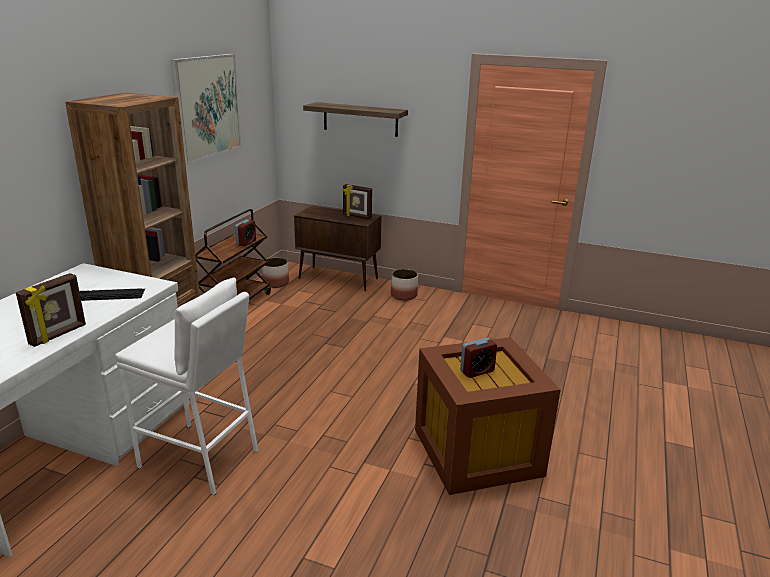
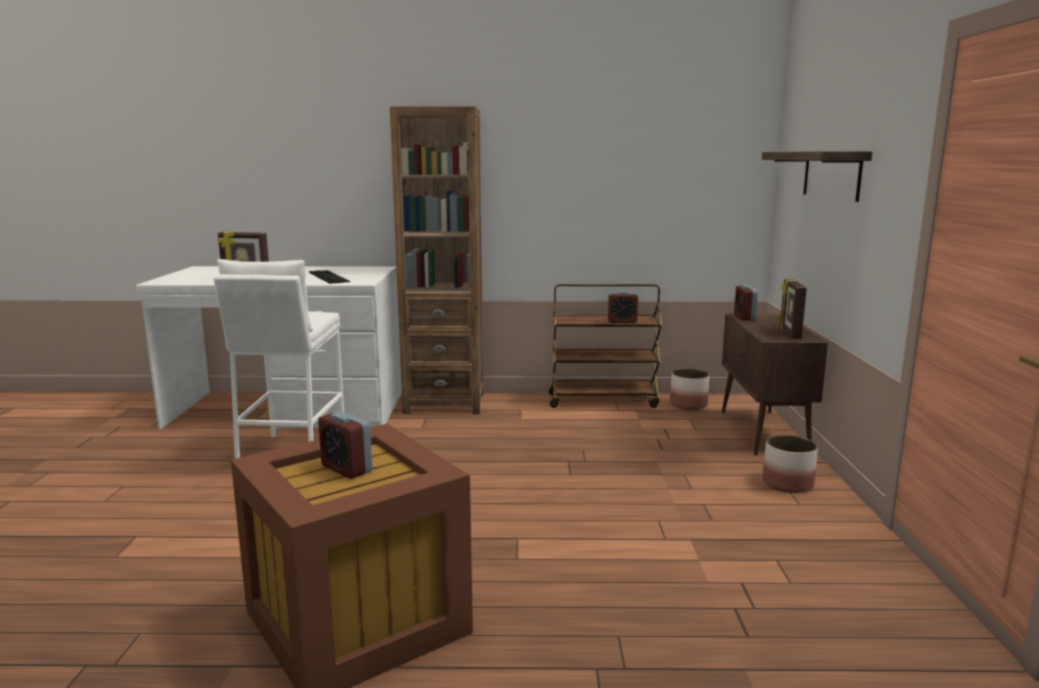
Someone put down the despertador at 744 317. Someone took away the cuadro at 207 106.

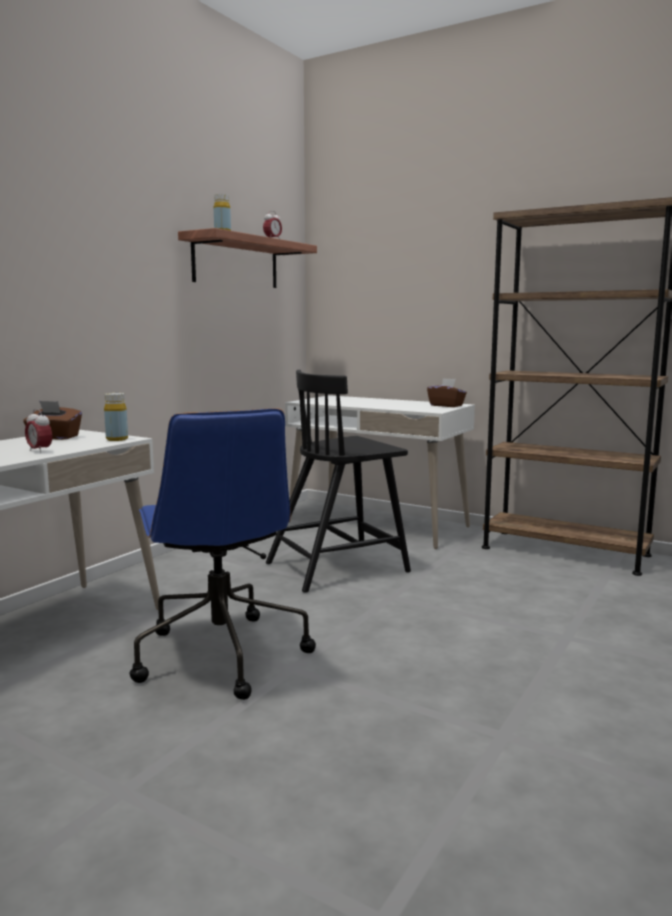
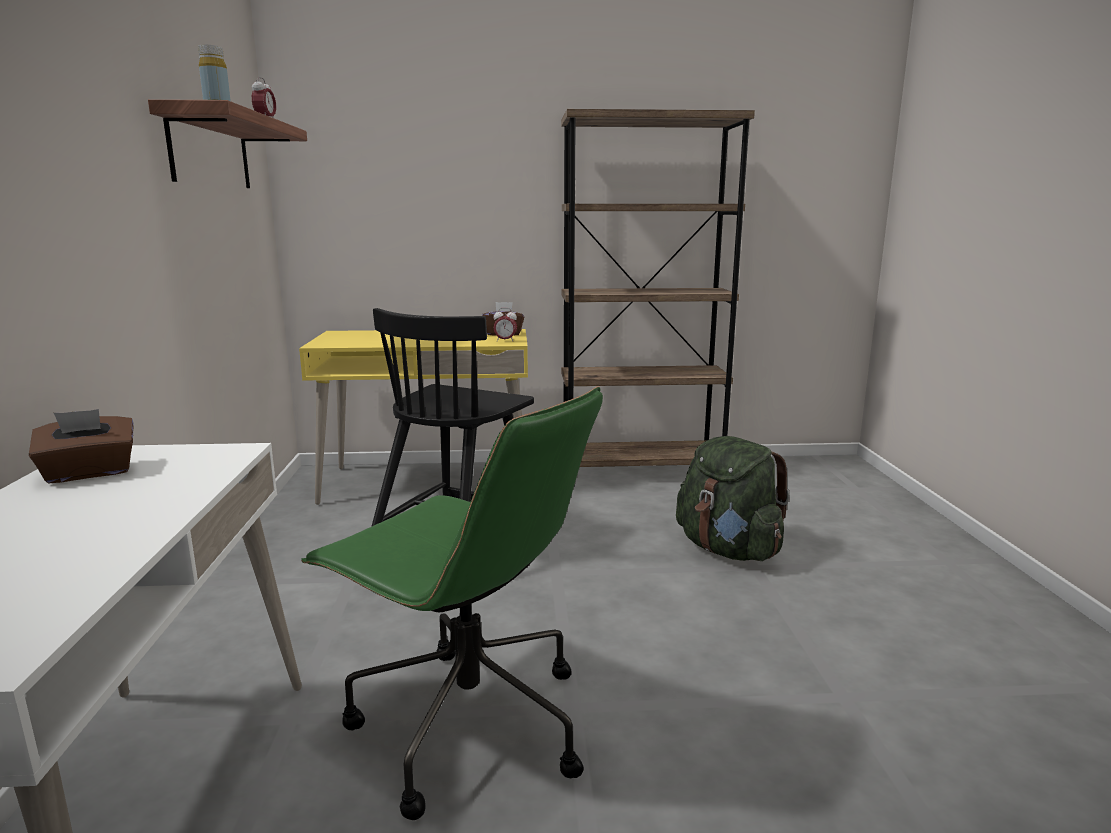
Someone repainted the escritorio/blanco at 377 524, which became the escritorio/amarillo at 428 483. Someone repainted the silla de oficina/azul at 220 654, which became the silla de oficina/verde at 466 724. Someone carried the despertador from 39 451 to 505 341. Someone put down the mochila/verde at 728 549. Someone took away the botella/amarillo at 117 439.

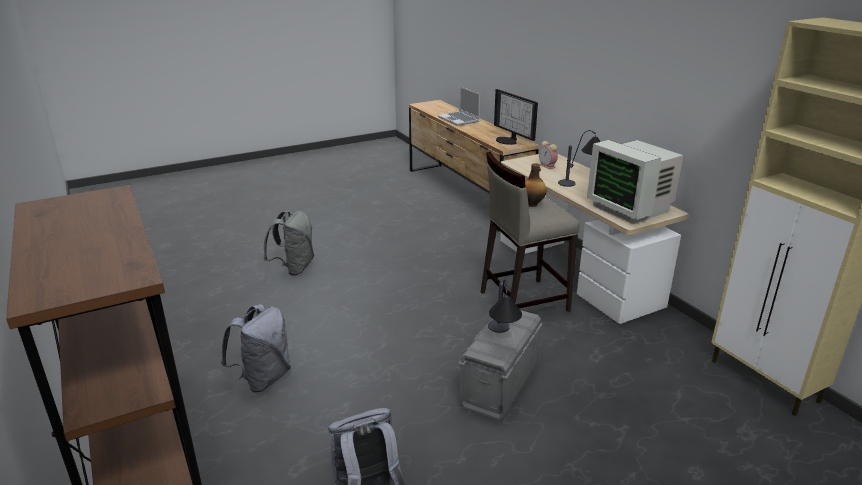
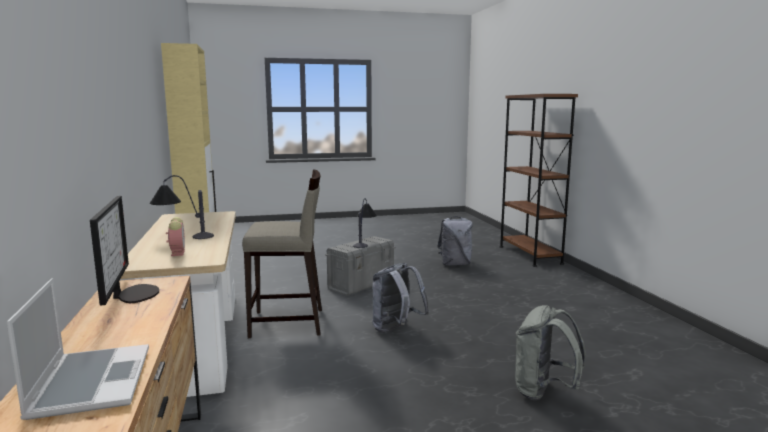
Someone carried the mochila/gris from 263 378 to 396 329. Someone took away the botella at 532 204. Someone took away the monitor at 630 208.

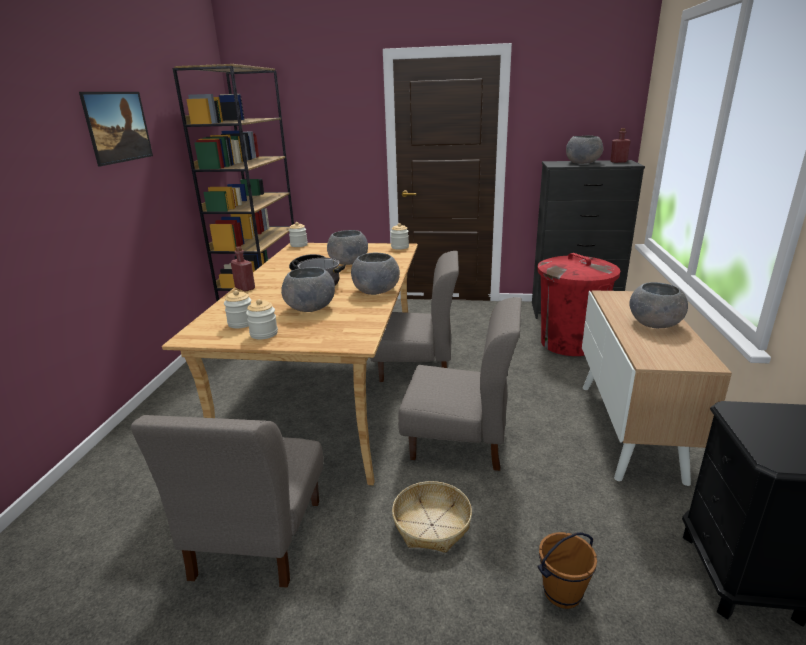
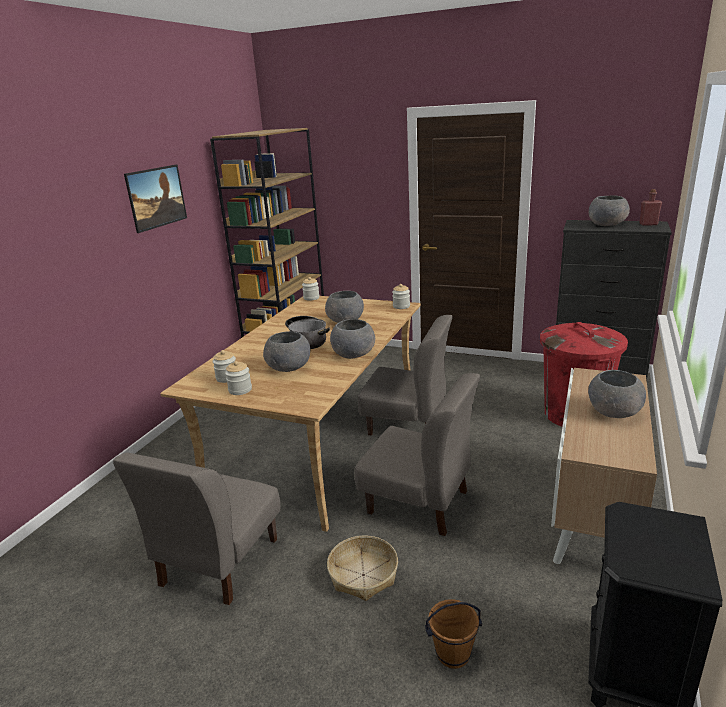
Someone took away the botella/rojo at 245 288.

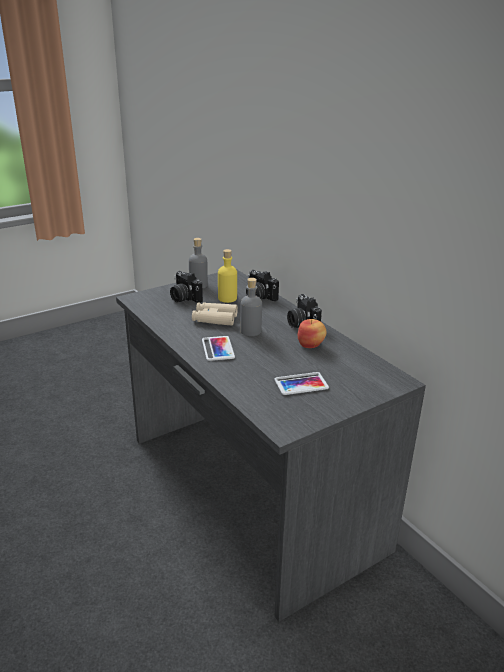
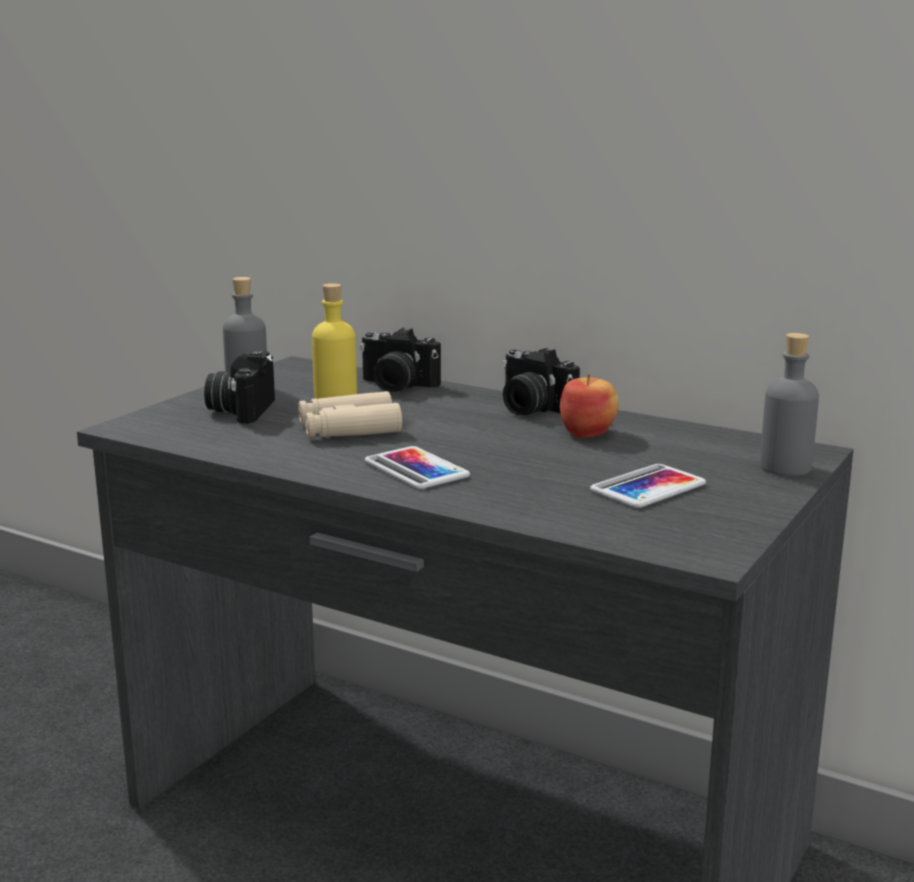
Someone rotated the cámara at 184 298 by 75 degrees clockwise. Someone carried the botella/gris from 250 331 to 785 467.

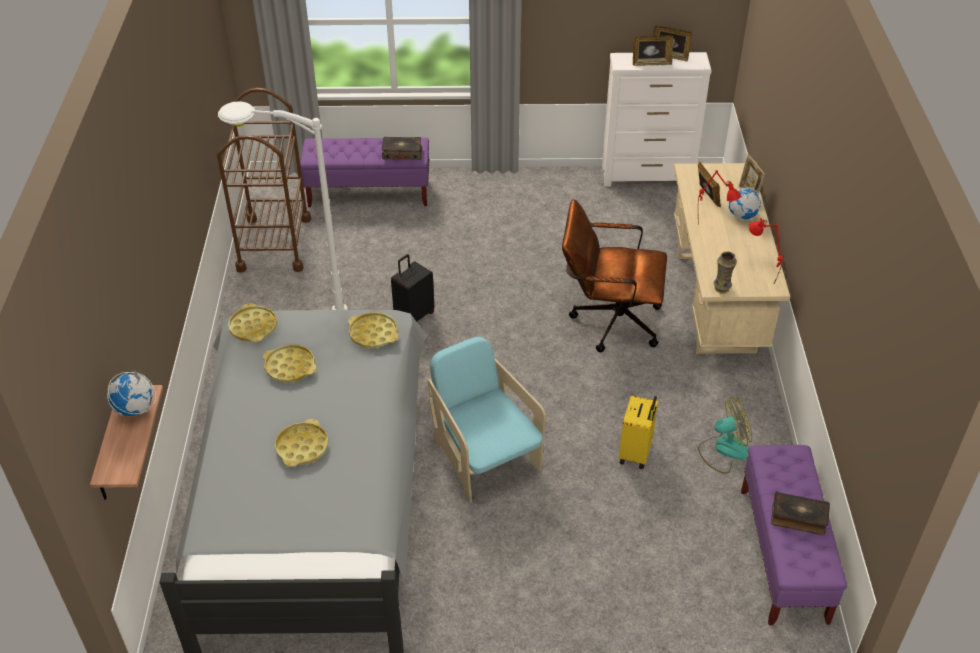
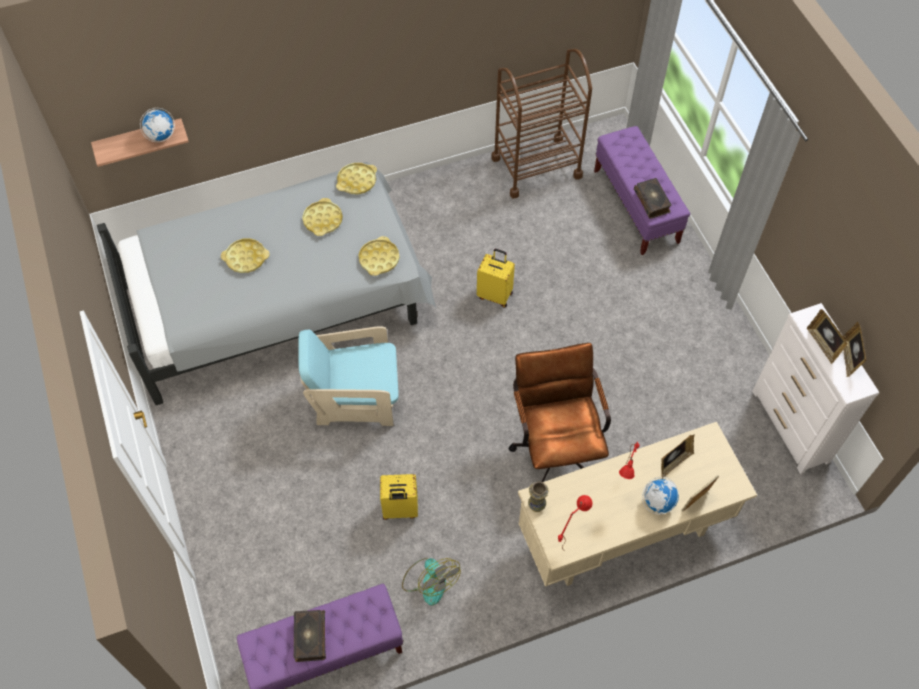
Someone rotated the sillón/turquesa at 484 457 by 135 degrees counterclockwise. Someone repainted the maleta/negro at 414 315, which became the maleta/amarillo at 495 295. Someone took away the lámpara de pie/blanco at 291 308.

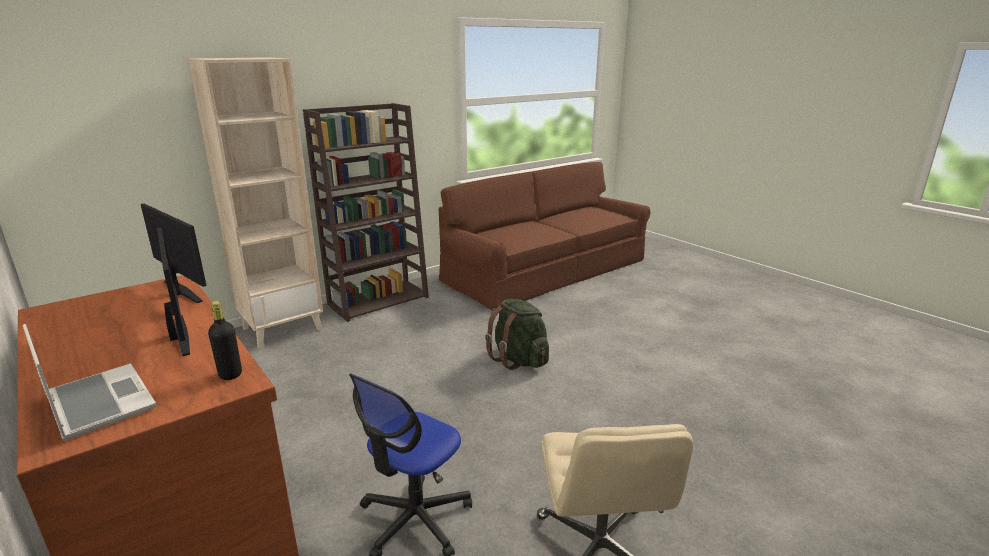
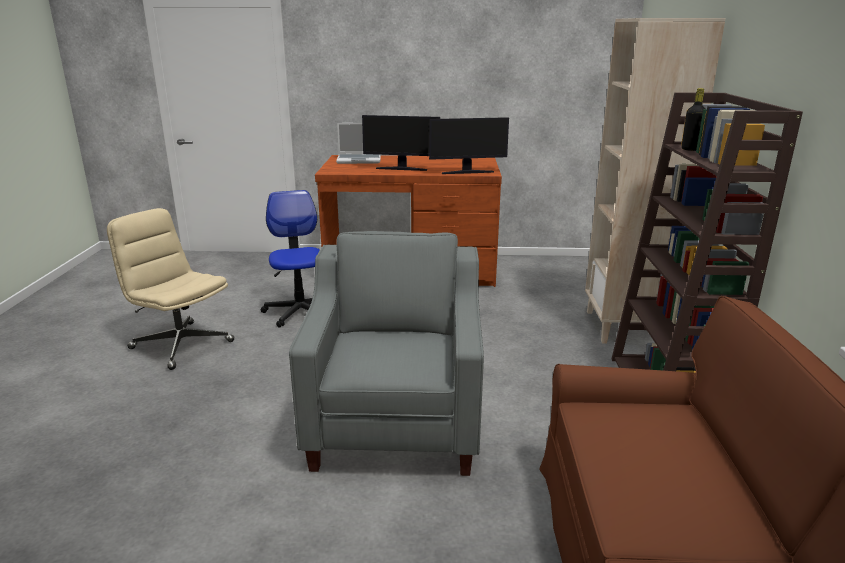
Someone swapped the mochila/verde at 518 360 for the sillón/gris at 396 421. Someone carried the botella/negro from 230 374 to 690 149.

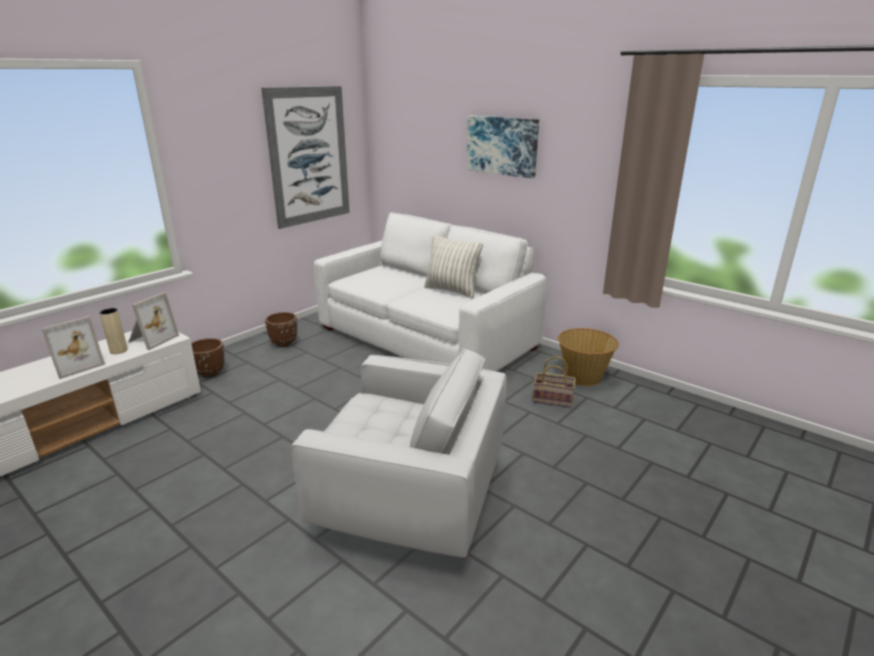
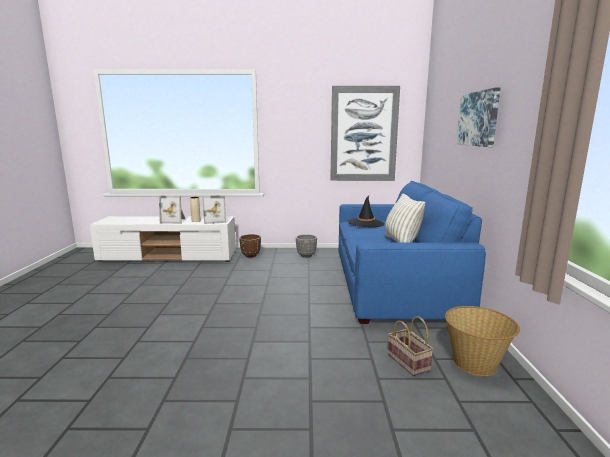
Someone repainted the maceta/marrón at 284 343, which became the maceta/gris at 306 256. Someone repainted the sofá/blanco at 427 338, which became the sofá/azul at 393 283. Someone put down the sombrero/negro at 366 223. Someone took away the sillón/blanco at 408 501.

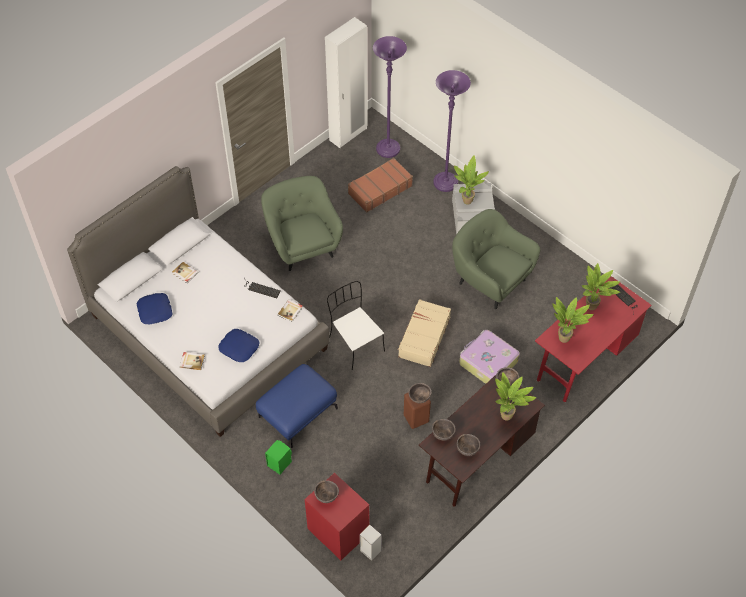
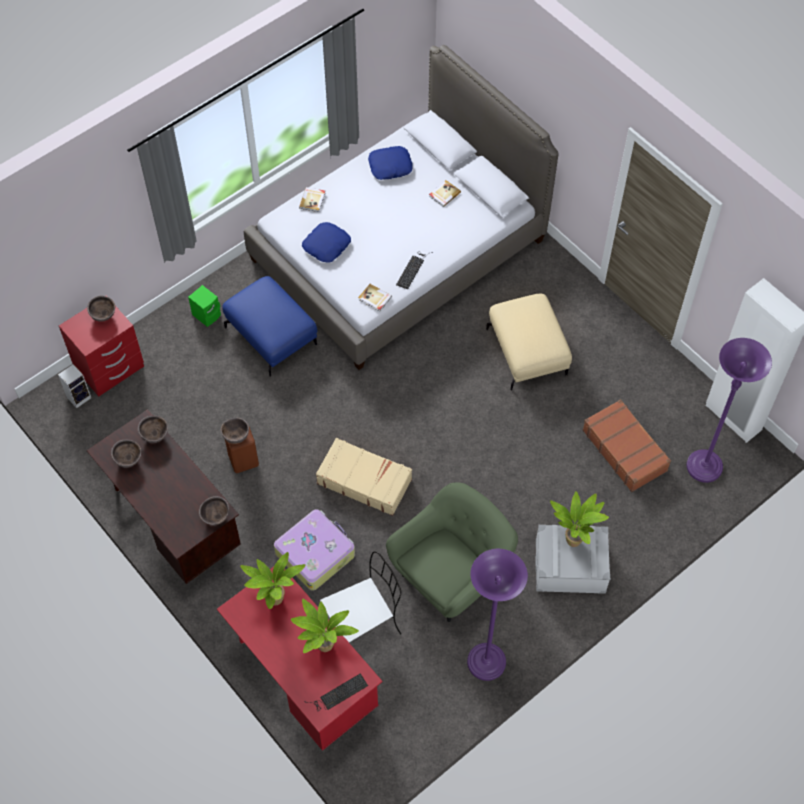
Someone carried the silla/blanco from 355 344 to 363 625. Someone carried the lámpara de pie/morado from 445 183 to 486 663. Someone swapped the sillón/verde at 302 245 for the puf/beis at 528 352. Someone took away the planta en maceta at 508 416.

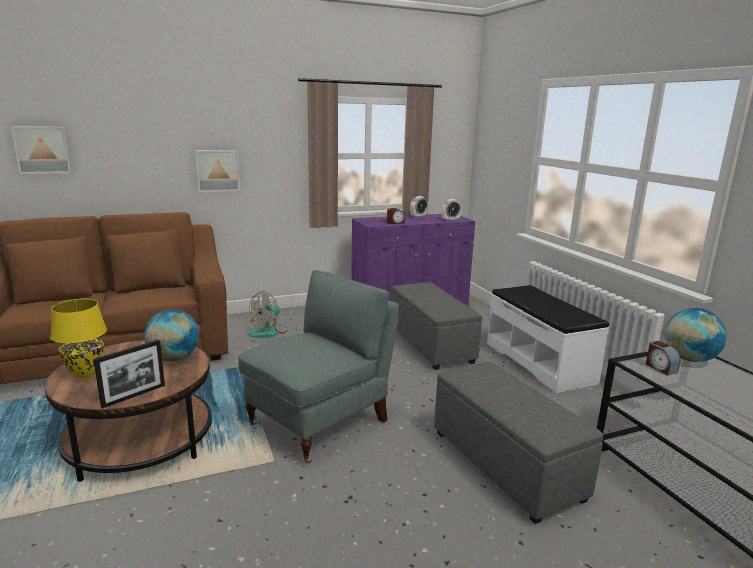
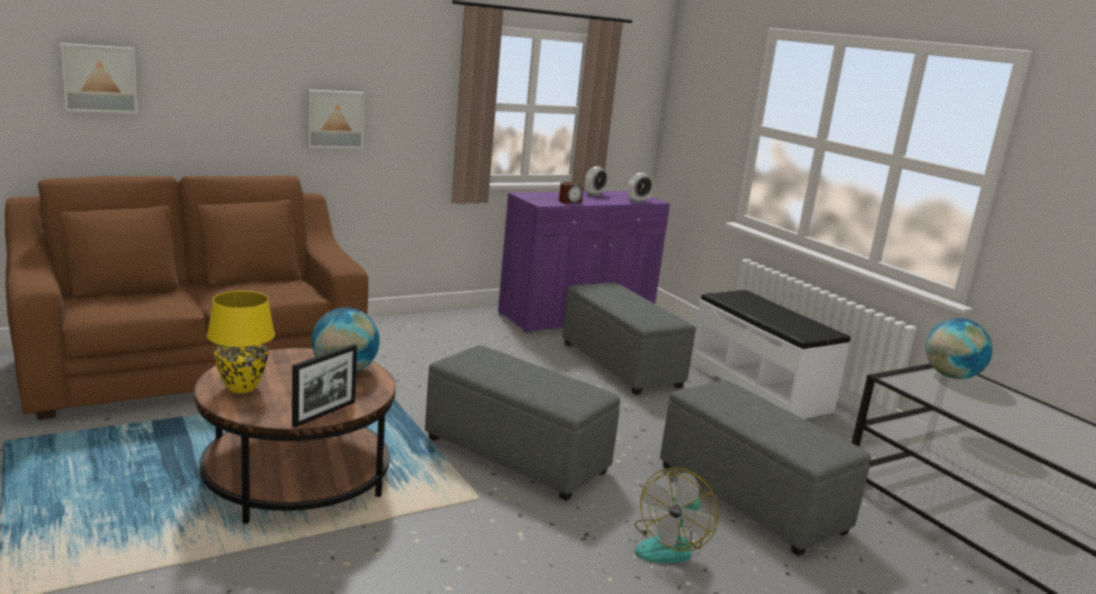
Someone swapped the sillón/gris at 320 422 for the puf/gris at 517 455. Someone carried the ventilador from 269 332 to 670 545. Someone took away the despertador at 660 368.

